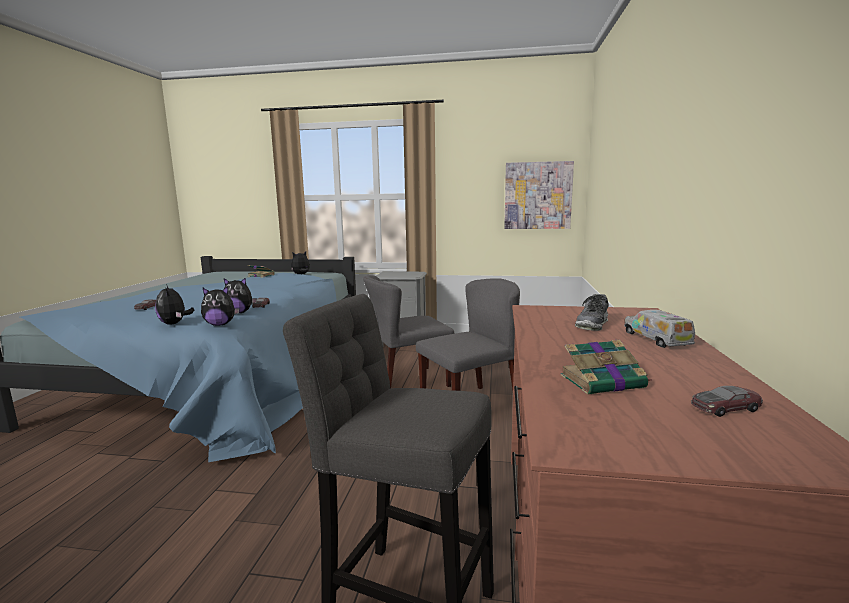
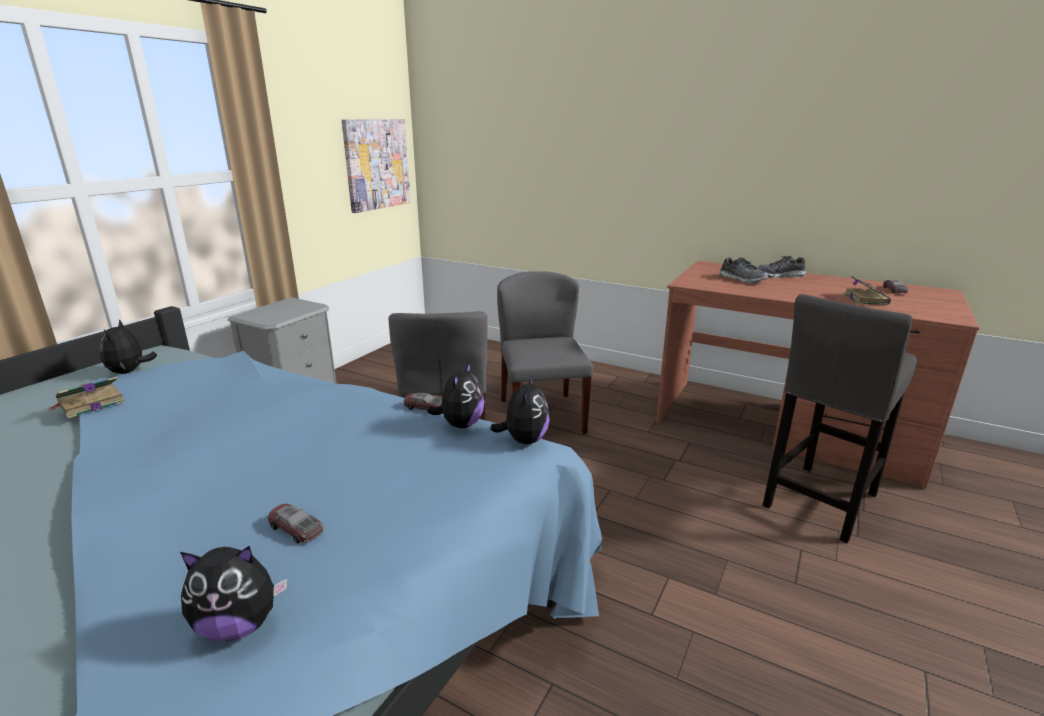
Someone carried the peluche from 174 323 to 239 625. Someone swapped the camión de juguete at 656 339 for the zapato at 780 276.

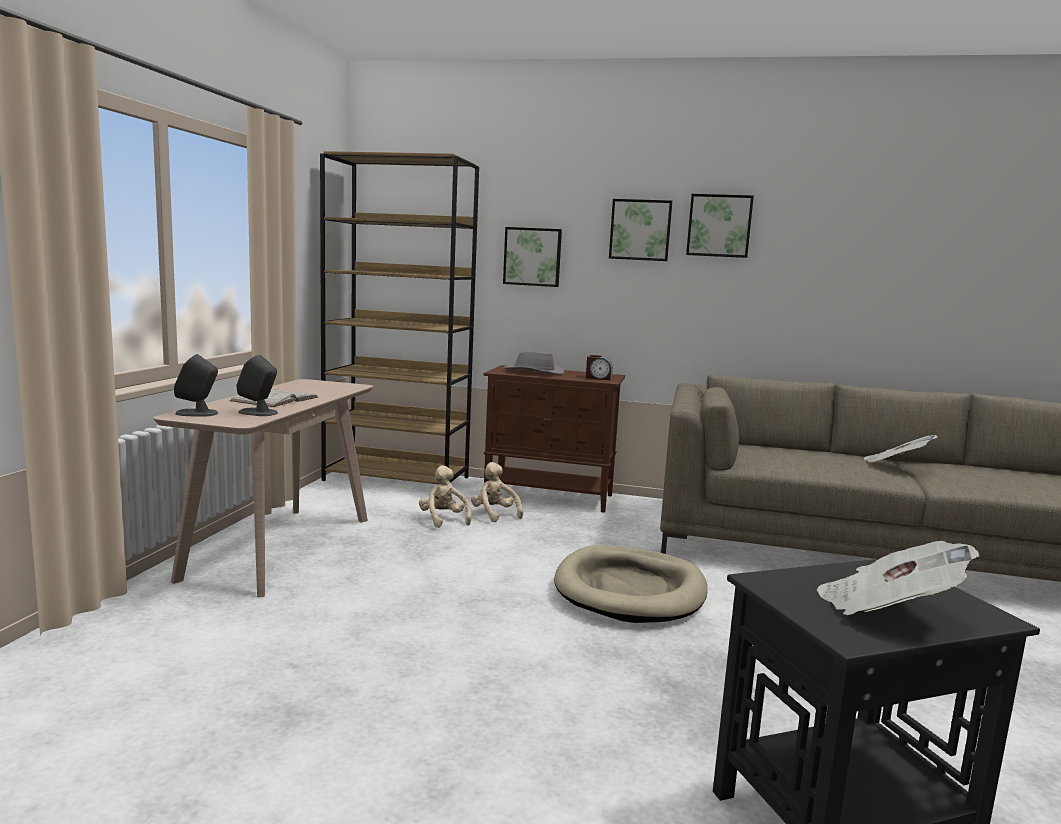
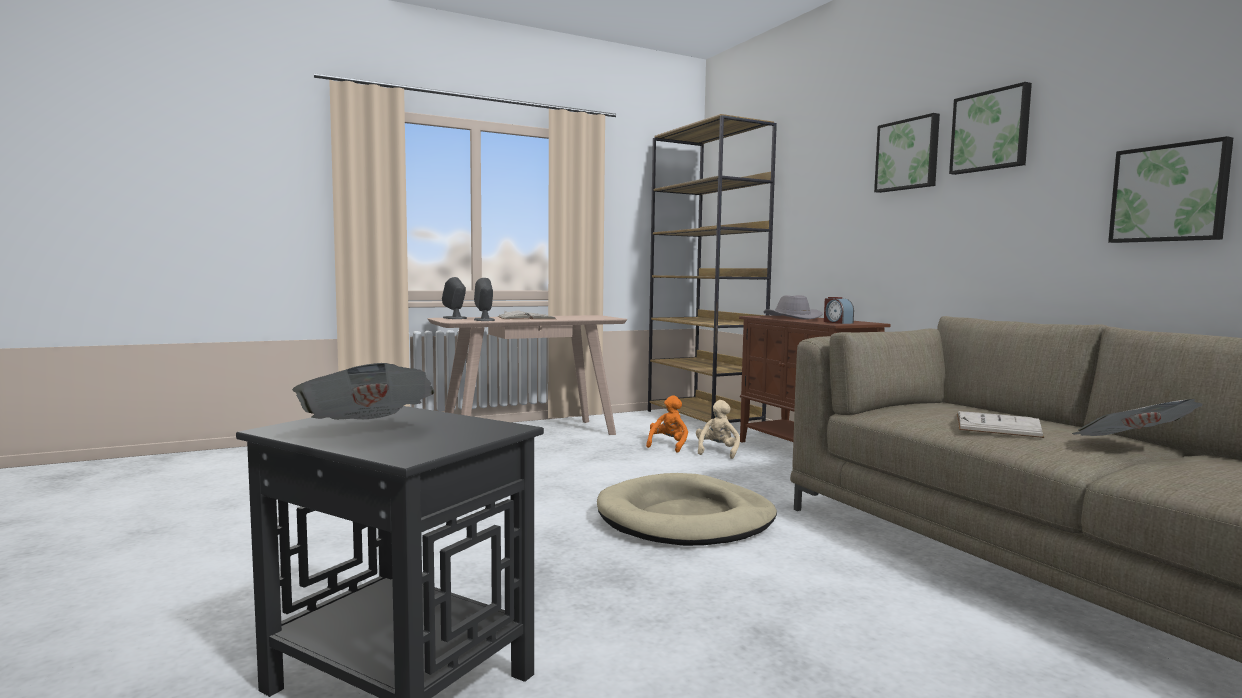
Someone repainted the peluche/beis at 443 519, which became the peluche/naranja at 668 445. Someone put down the libro/blanco at 996 425. Someone carried the cuadro from 532 257 to 1170 193.

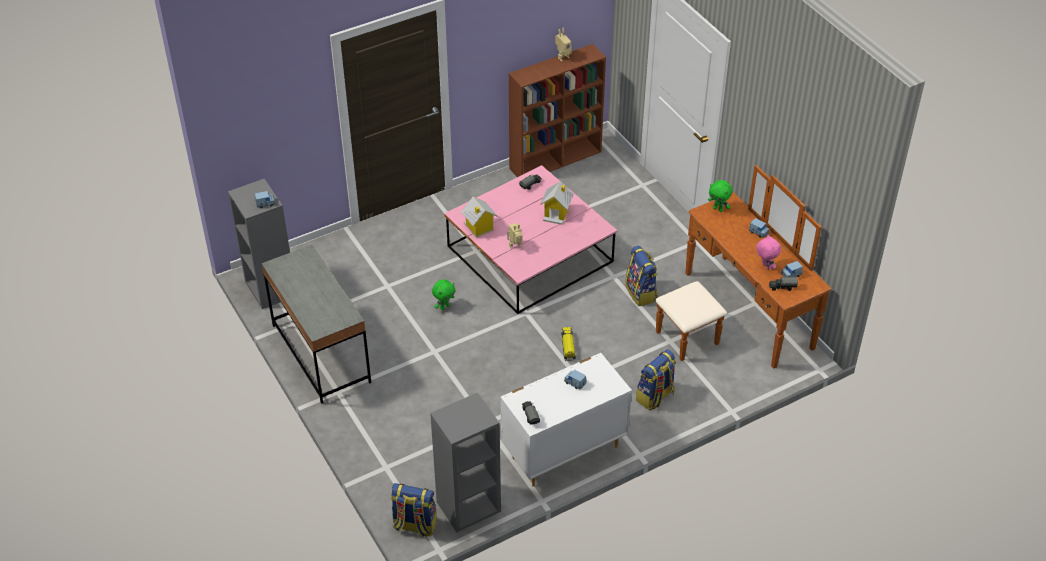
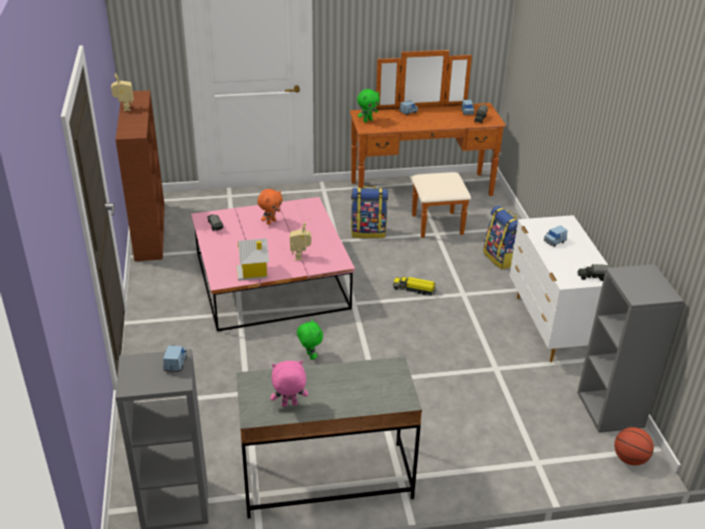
Someone swapped the casita at 556 214 for the peluche/naranja at 270 222. Someone carried the peluche/rosa from 765 266 to 289 405. Someone swapped the mochila at 414 525 for the balón de baloncesto at 630 459.

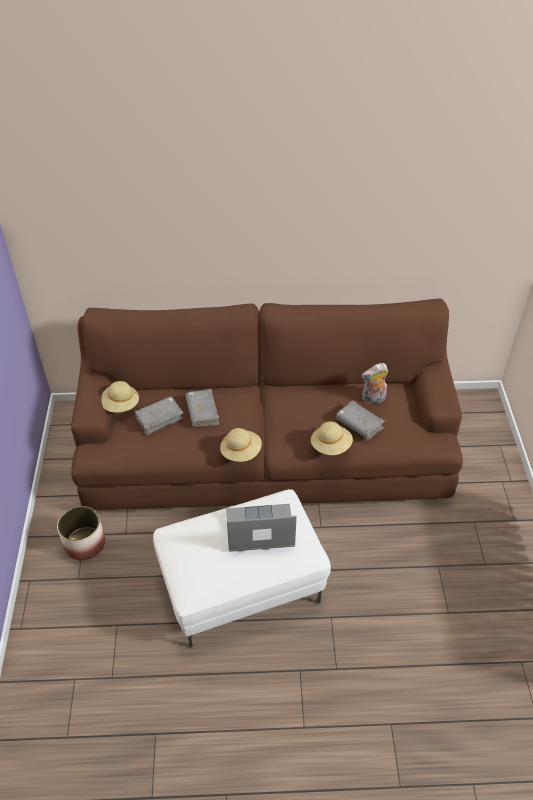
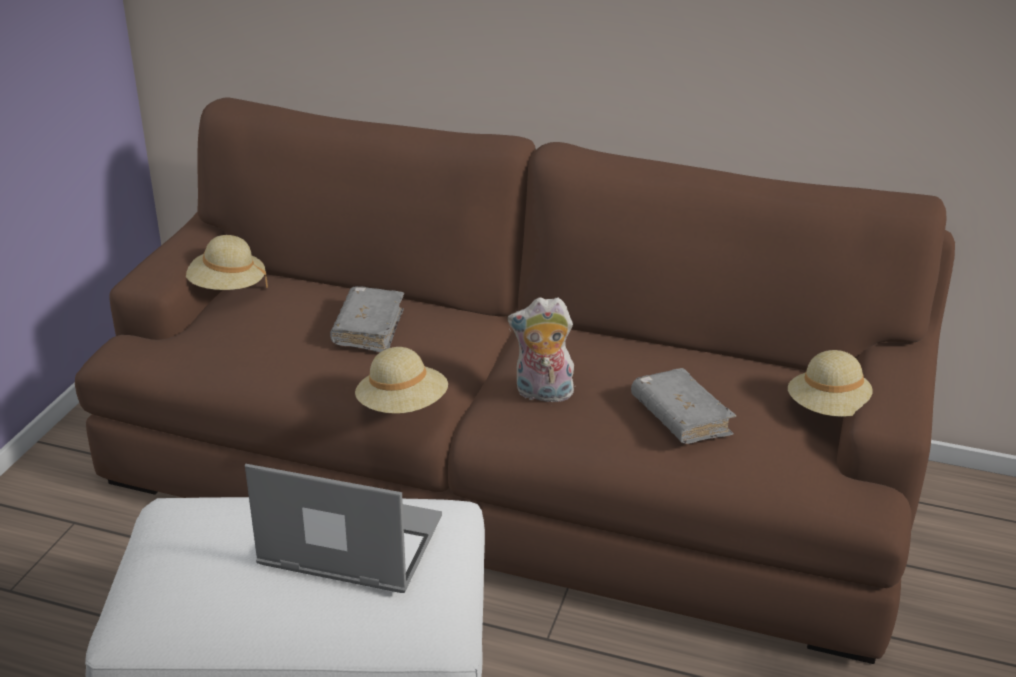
Someone carried the peluche from 373 399 to 542 394. Someone carried the sombrero/beis from 331 446 to 832 411. Someone took away the maceta at 84 543. Someone took away the libro/gris at 159 418.

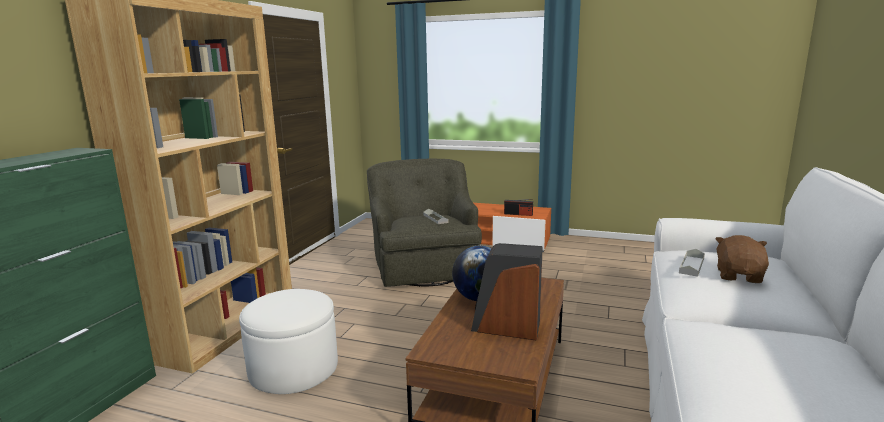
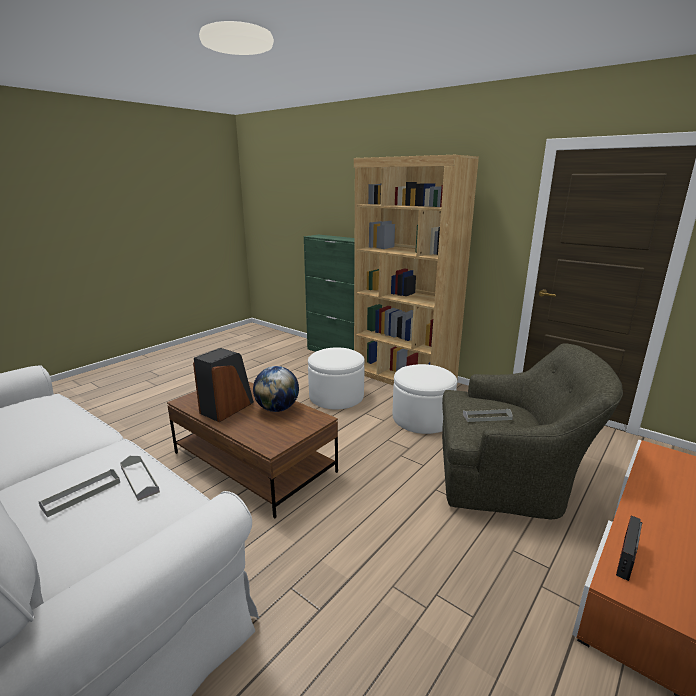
Someone swapped the peluche/marrón at 739 276 for the bandeja/gris at 81 494. Someone put down the puf/blanco at 422 418.

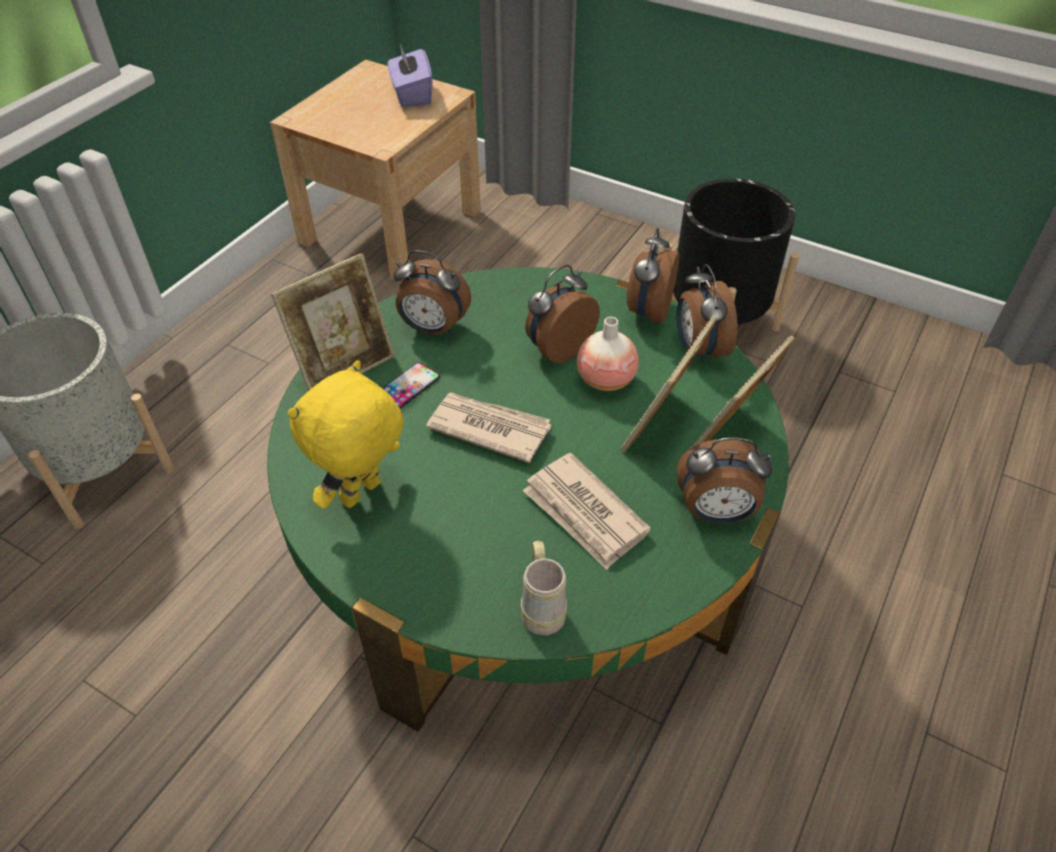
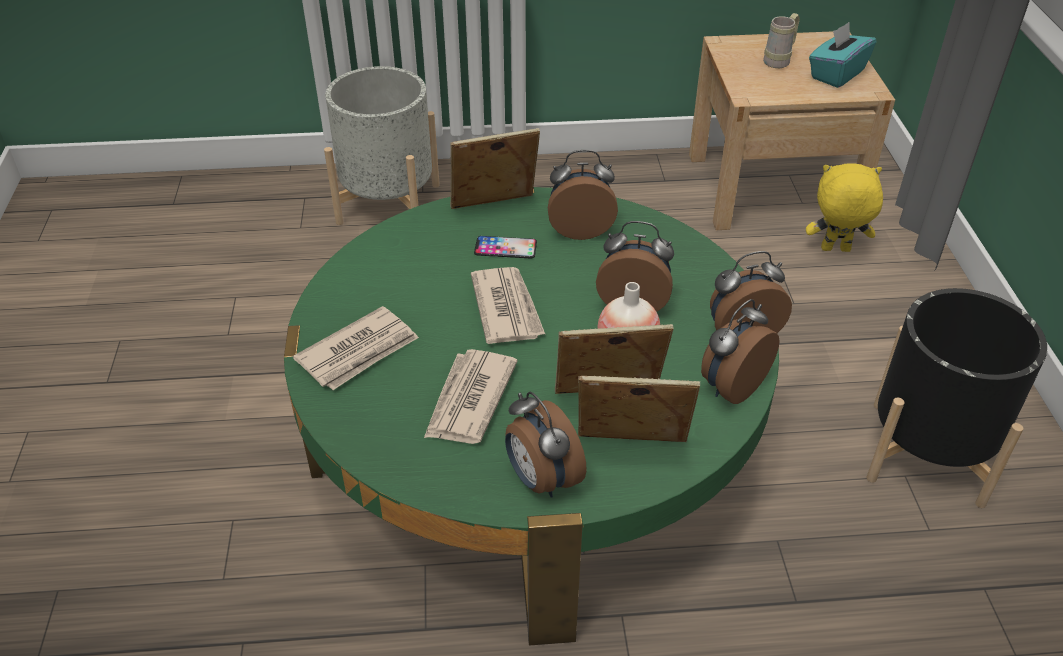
Someone put down the periódico at 359 352. Someone rotated the portarretratos at 345 367 by 150 degrees clockwise. Someone rotated the despertador at 433 329 by 105 degrees clockwise. Someone carried the taza grande/beis from 542 607 to 780 60. Someone carried the peluche/amarillo from 362 495 to 835 250. Someone repainted the caja de pañuelos/morado at 411 95, which became the caja de pañuelos/turquesa at 836 74.

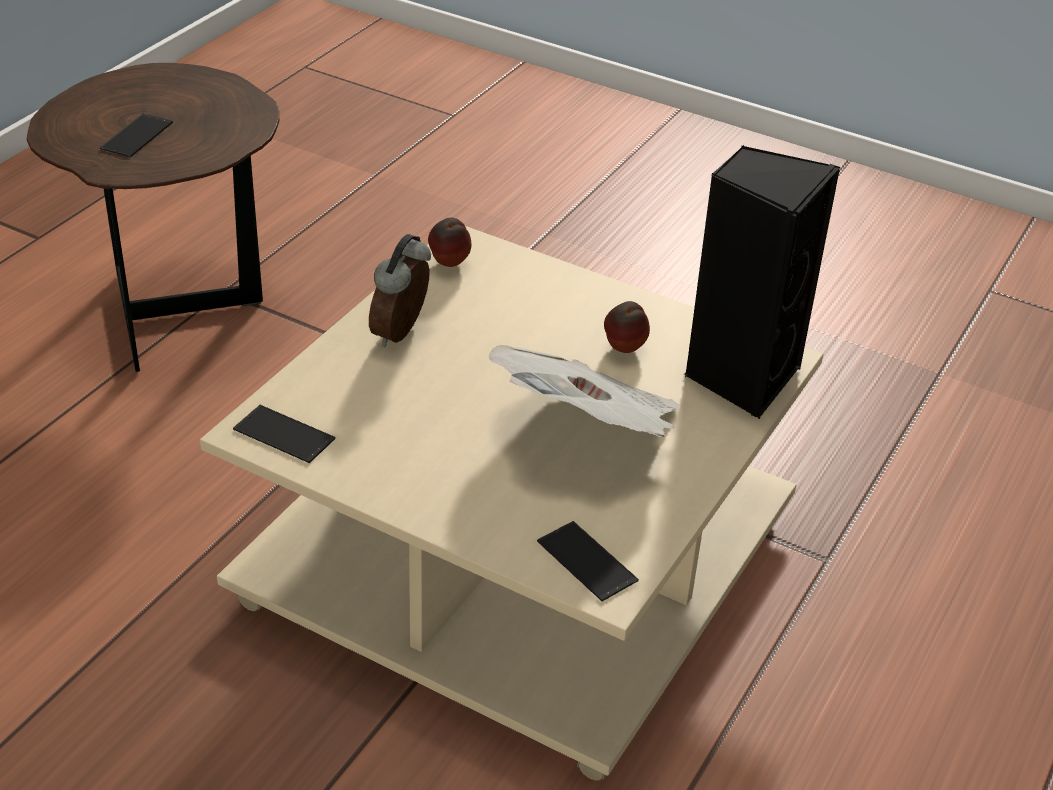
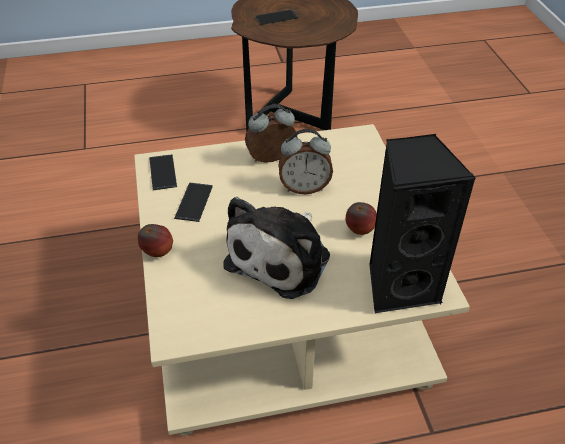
Someone carried the manzana from 449 265 to 158 253. Someone carried the móvil from 587 561 to 194 202. Someone swapped the periódico at 589 430 for the peluche at 282 257. Someone put down the despertador at 304 187.

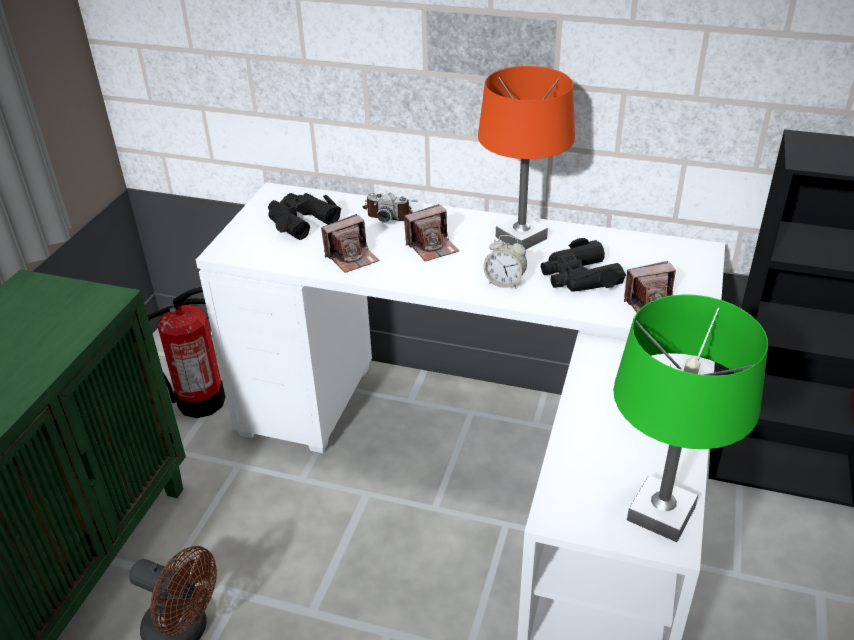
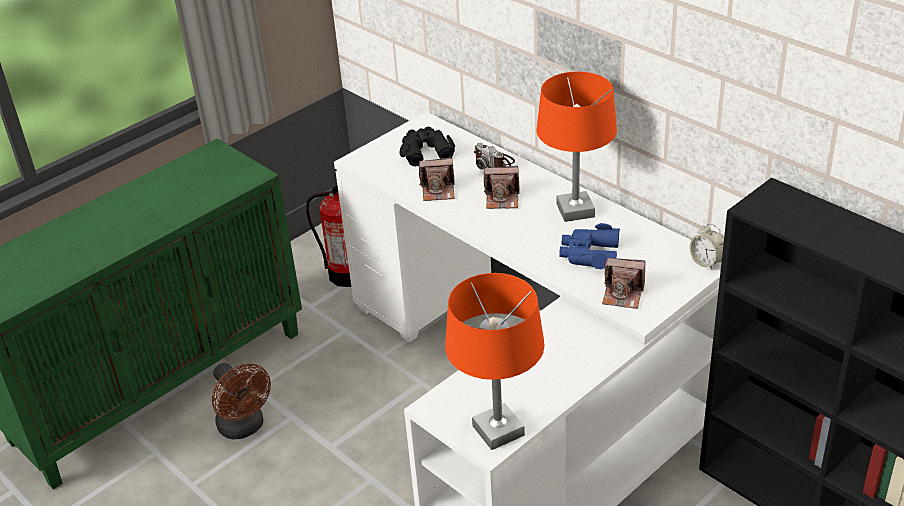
Someone repainted the lámpara de mesa/verde at 661 513, which became the lámpara de mesa/naranja at 498 430. Someone repainted the prismáticos/negro at 579 277, which became the prismáticos/azul at 589 254. Someone carried the despertador from 504 282 to 706 262.

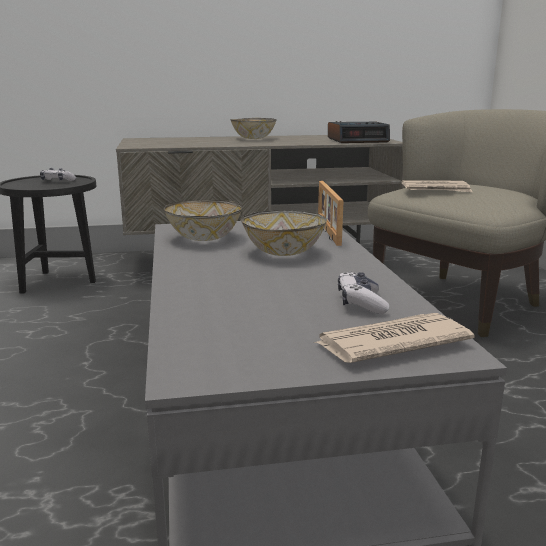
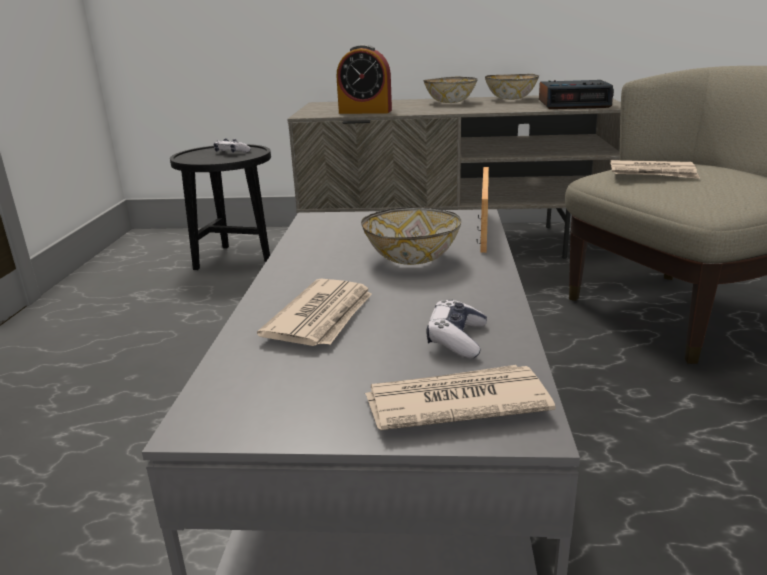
Someone put down the periódico at 323 317. Someone put down the despertador at 365 111. Someone carried the cuenco from 205 238 to 511 99.

